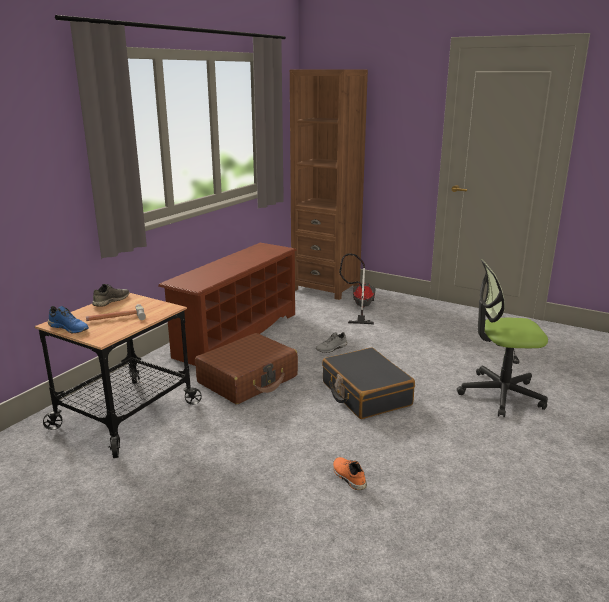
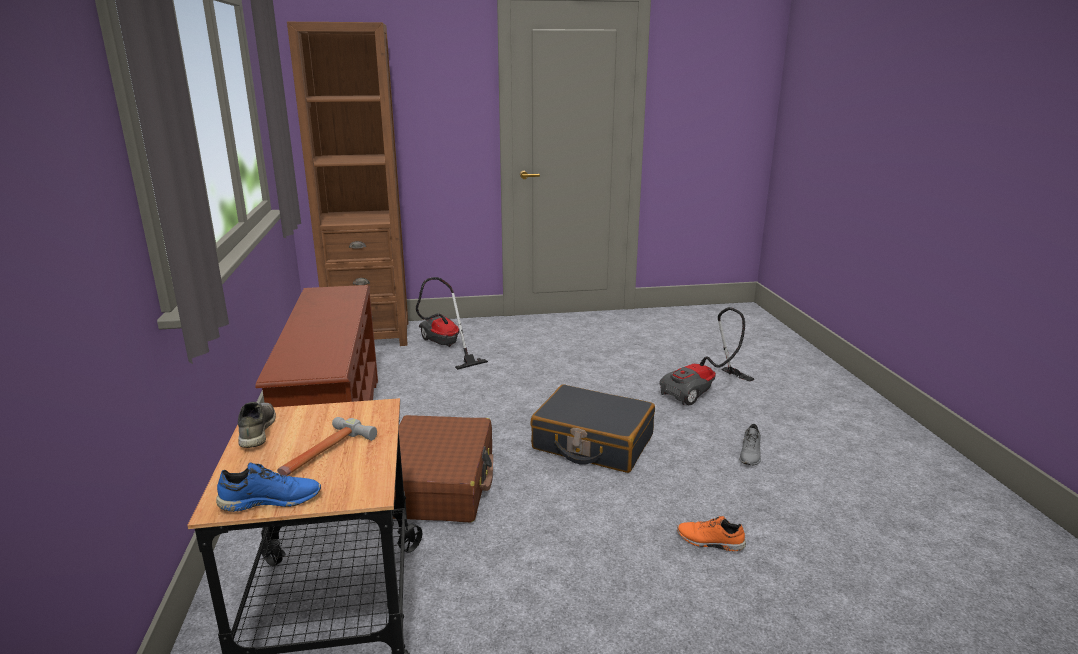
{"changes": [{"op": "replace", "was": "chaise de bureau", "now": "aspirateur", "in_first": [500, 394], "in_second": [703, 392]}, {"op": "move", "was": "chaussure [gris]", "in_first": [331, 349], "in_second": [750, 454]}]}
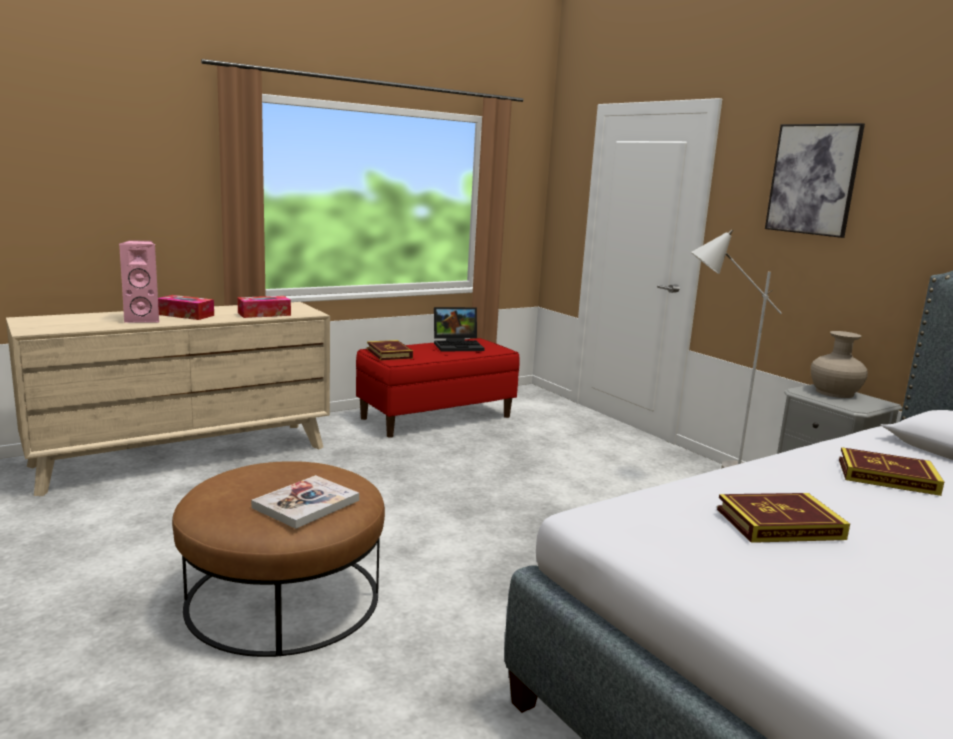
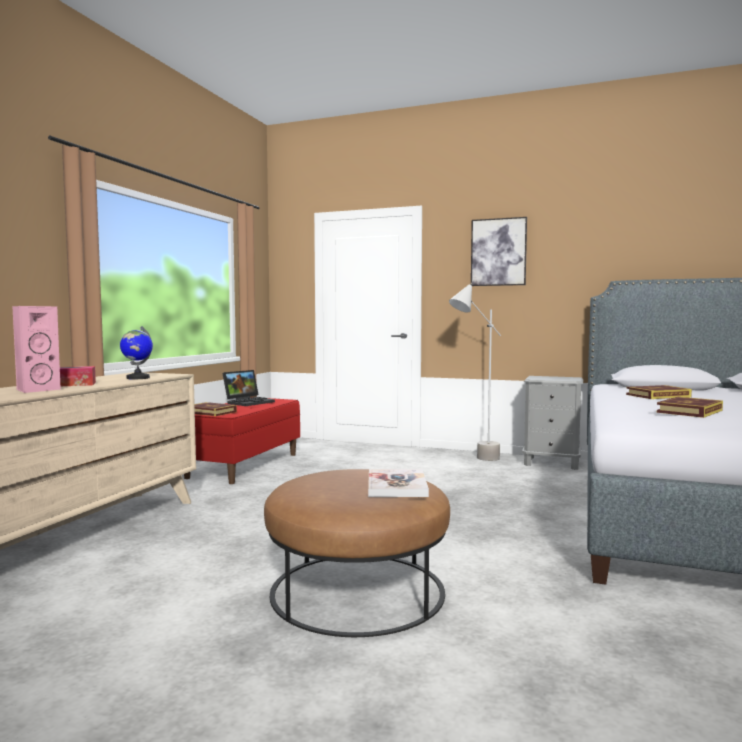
{"changes": [{"op": "replace", "was": "boîte à mouchoirs", "now": "globe", "in_first": [264, 314], "in_second": [137, 378]}, {"op": "delete", "was": "vase [beige]", "in_first": [834, 392]}]}
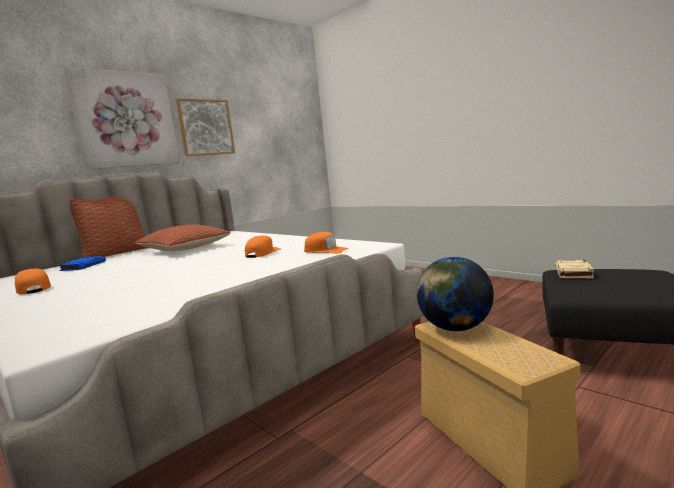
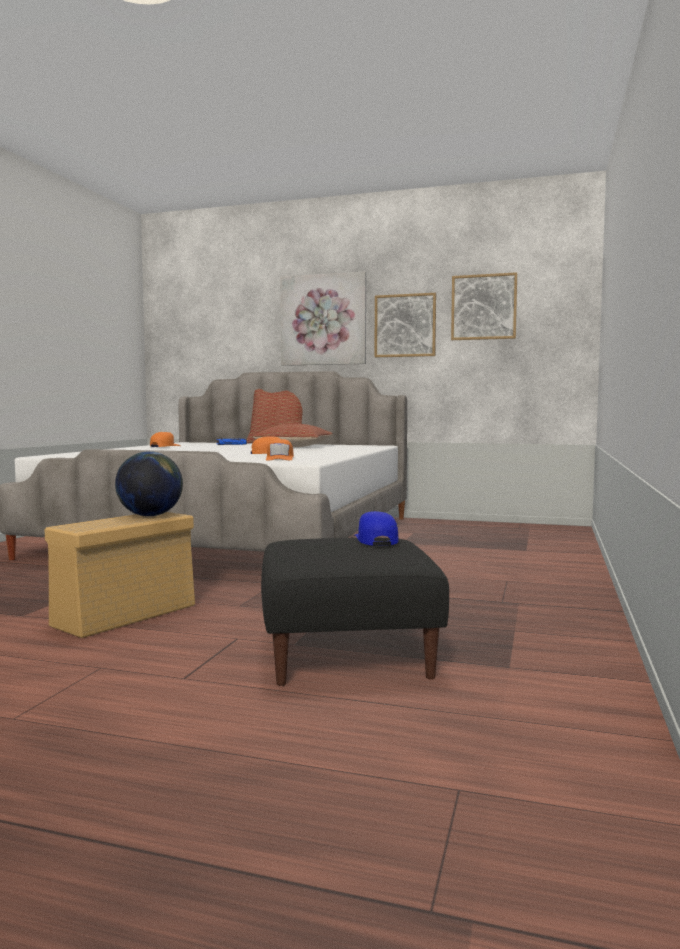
{"changes": [{"op": "replace", "was": "livre [beige]", "now": "casquette [bleu]", "in_first": [574, 273], "in_second": [375, 540]}, {"op": "insert", "now": "tableau", "in_second": [483, 307]}]}
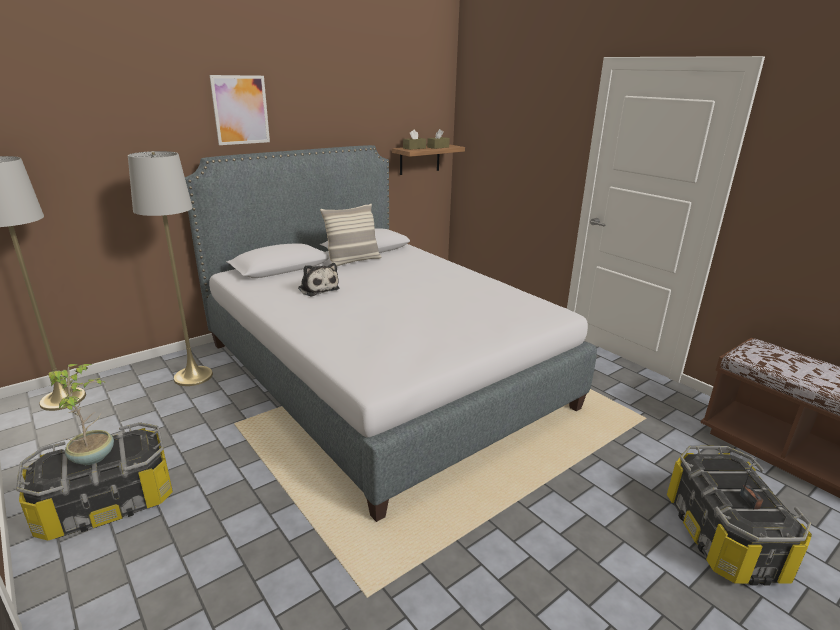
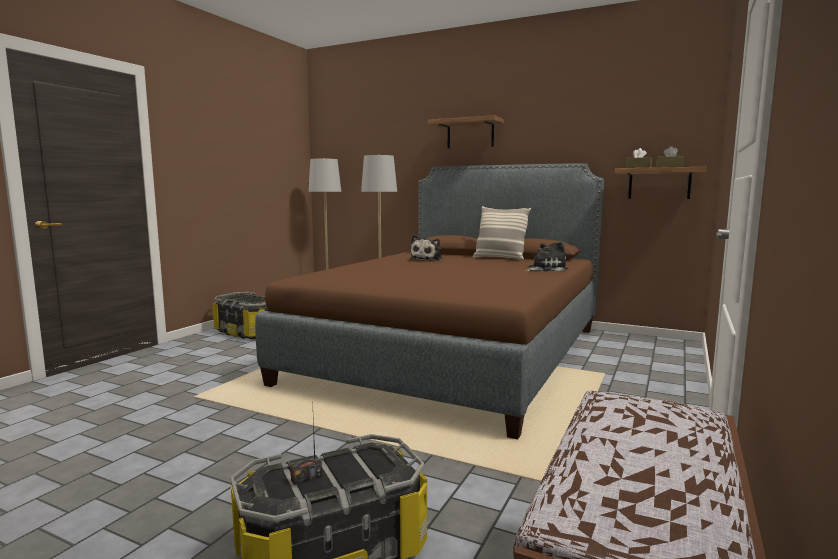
{"changes": [{"op": "recolor", "was": "lit [gris]", "now": "lit [marron]", "in_first": [380, 374], "in_second": [454, 354]}, {"op": "replace", "was": "tableau", "now": "étagère", "in_first": [240, 110], "in_second": [470, 134]}, {"op": "insert", "now": "peluche", "in_second": [545, 269]}, {"op": "delete", "was": "plante en pot", "in_first": [94, 456]}]}
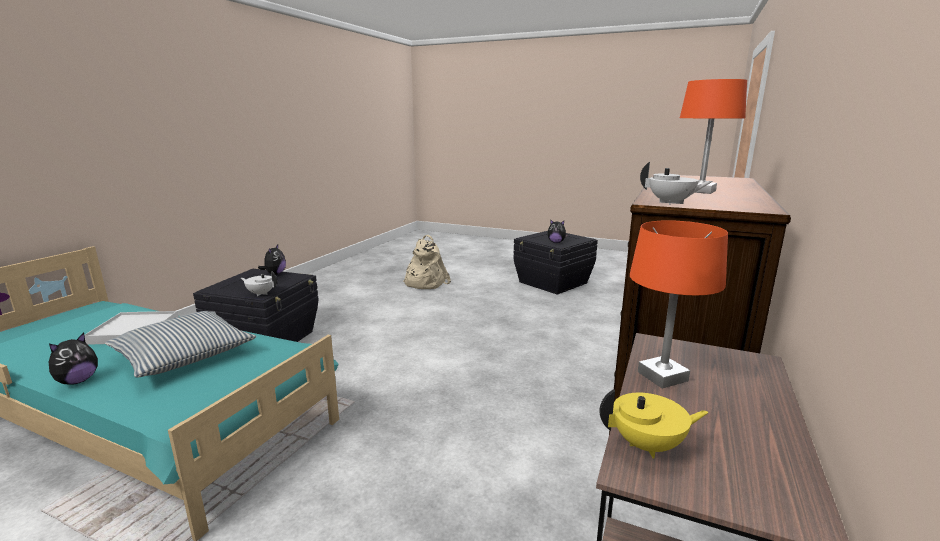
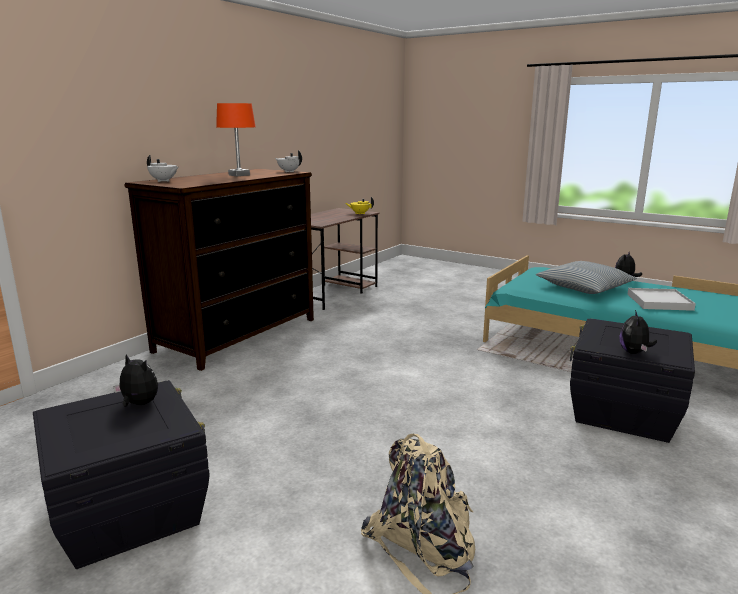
{"changes": [{"op": "move", "was": "théière [blanc]", "in_first": [261, 293], "in_second": [163, 181]}, {"op": "delete", "was": "lampe de table [orange]", "in_first": [663, 377]}]}
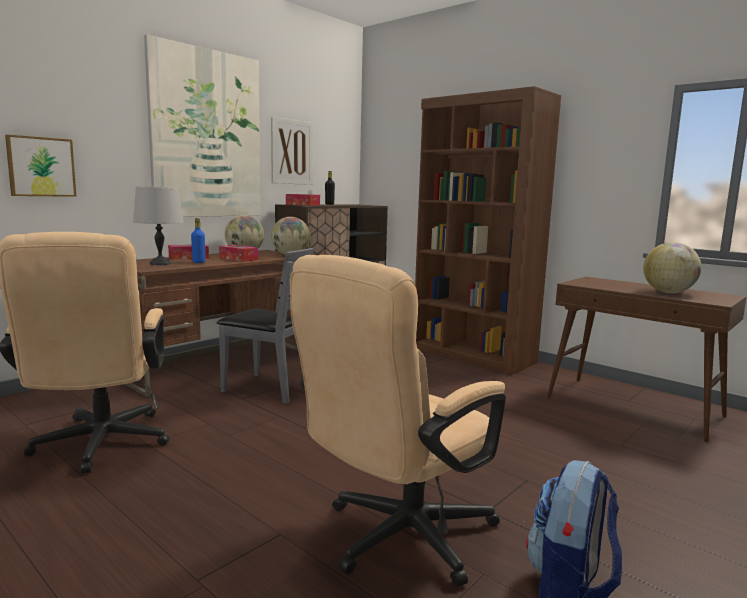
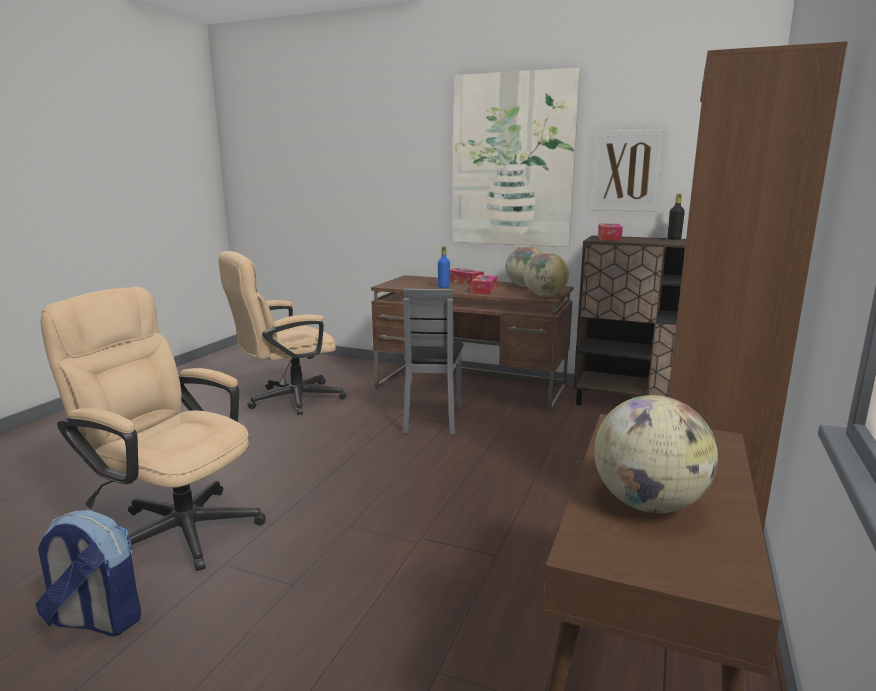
{"changes": [{"op": "delete", "was": "tableau", "in_first": [41, 167]}, {"op": "delete", "was": "lampe de table [gris]", "in_first": [160, 263]}]}
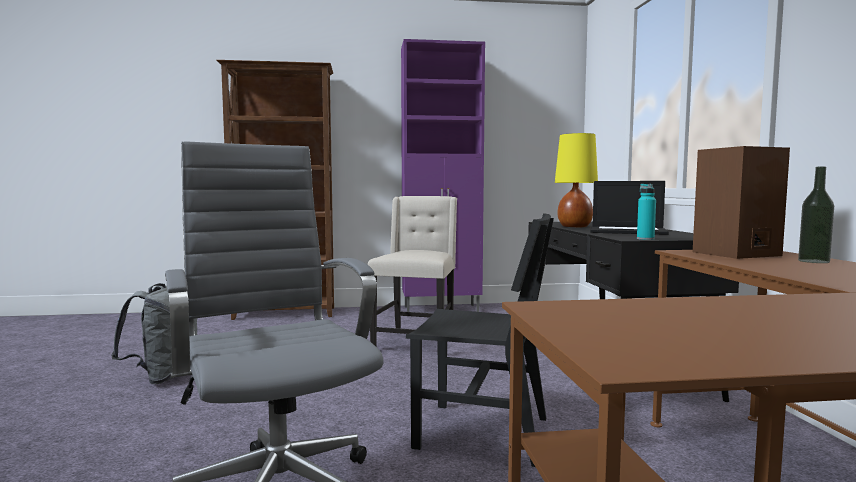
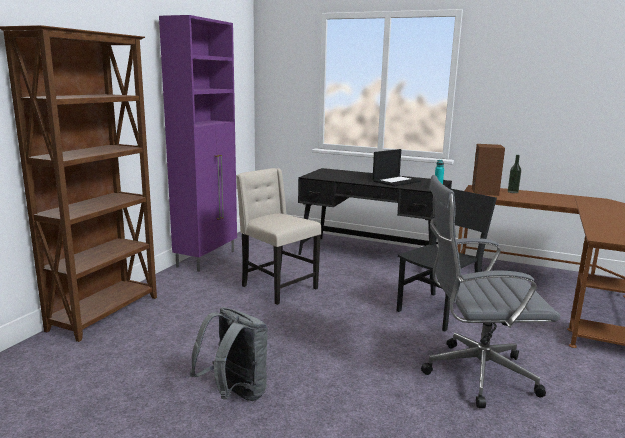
{"changes": [{"op": "delete", "was": "lampe de table [jaune]", "in_first": [574, 227]}]}
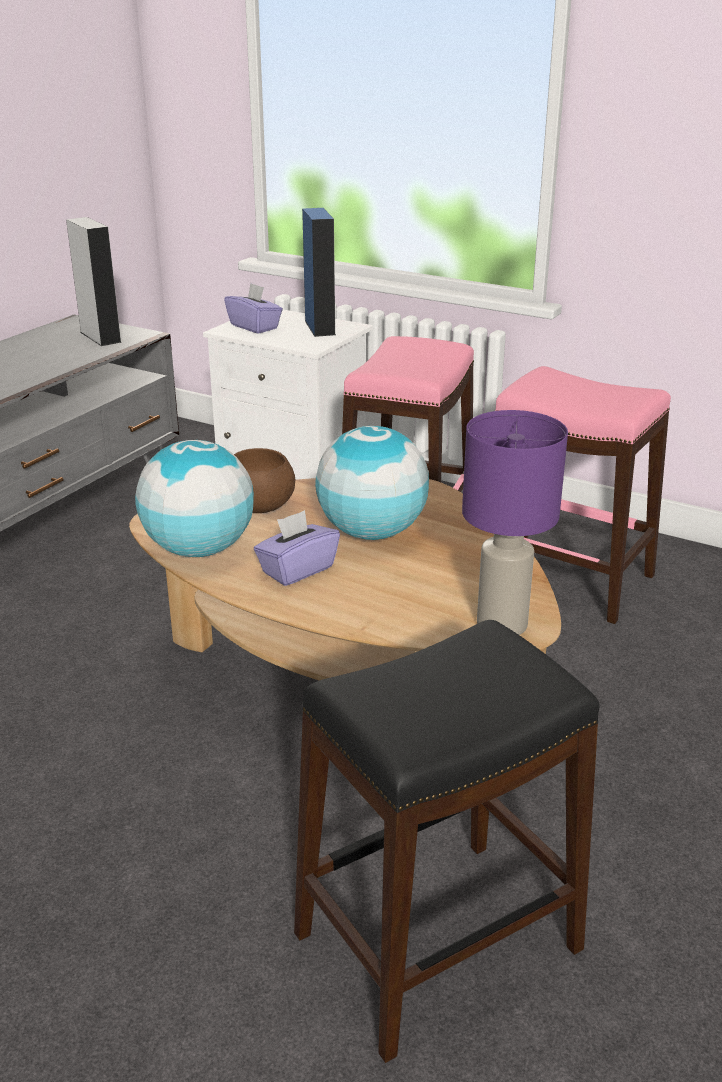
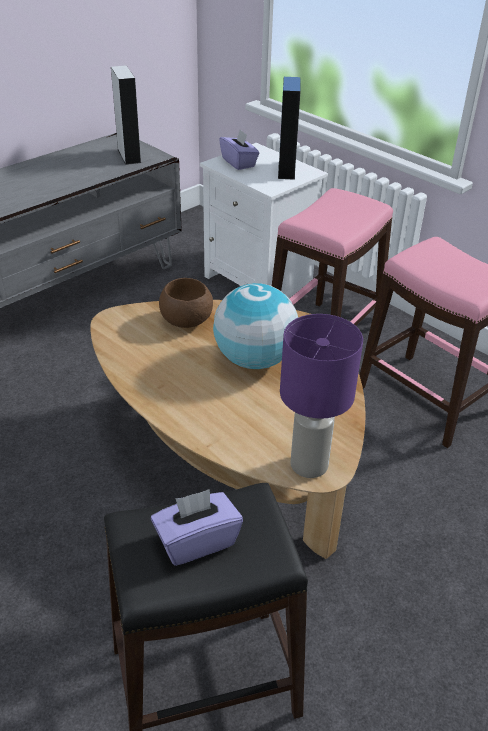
{"changes": [{"op": "move", "was": "boîte à mouchoirs [violet]", "in_first": [297, 570], "in_second": [196, 541]}, {"op": "delete", "was": "globe", "in_first": [199, 550]}]}
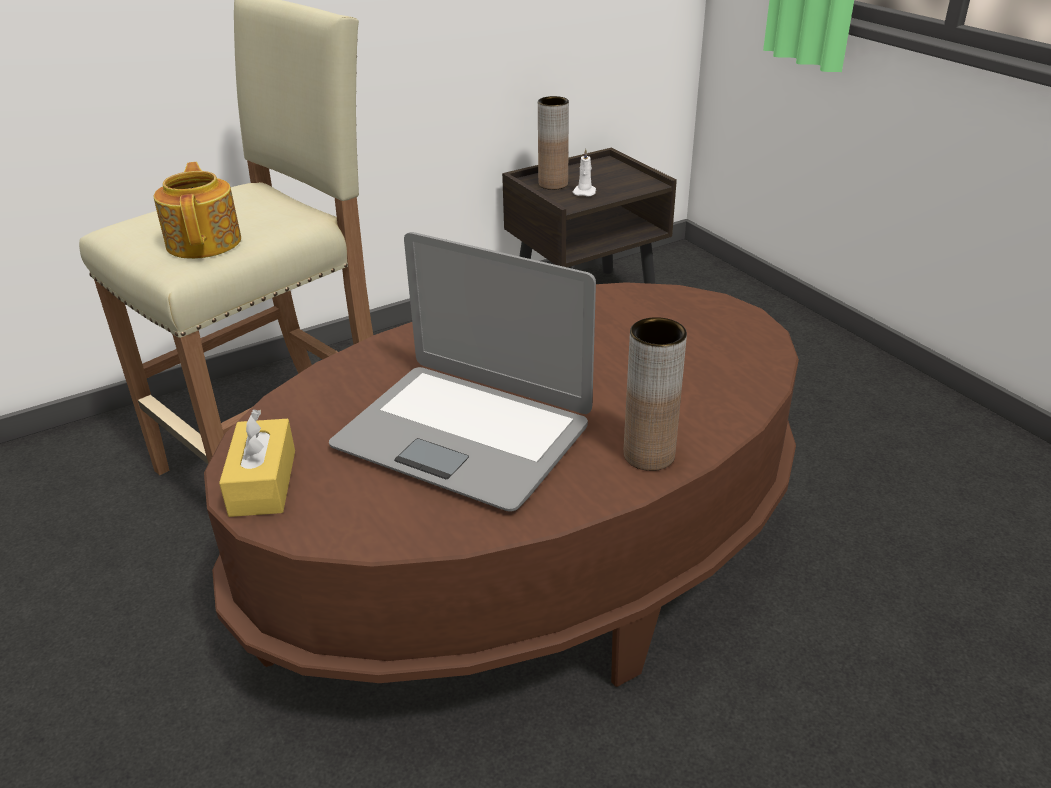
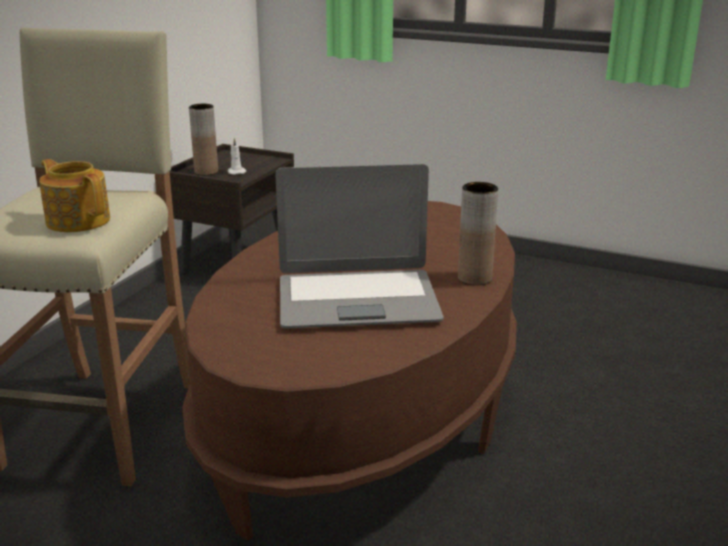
{"changes": [{"op": "delete", "was": "boîte à mouchoirs [jaune]", "in_first": [263, 482]}]}
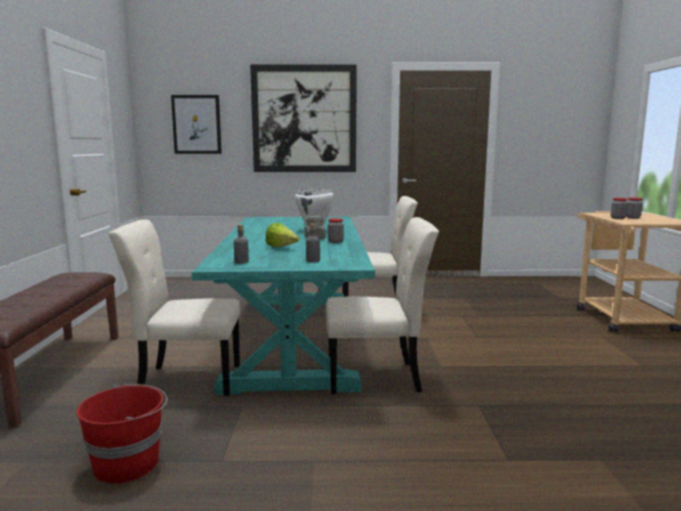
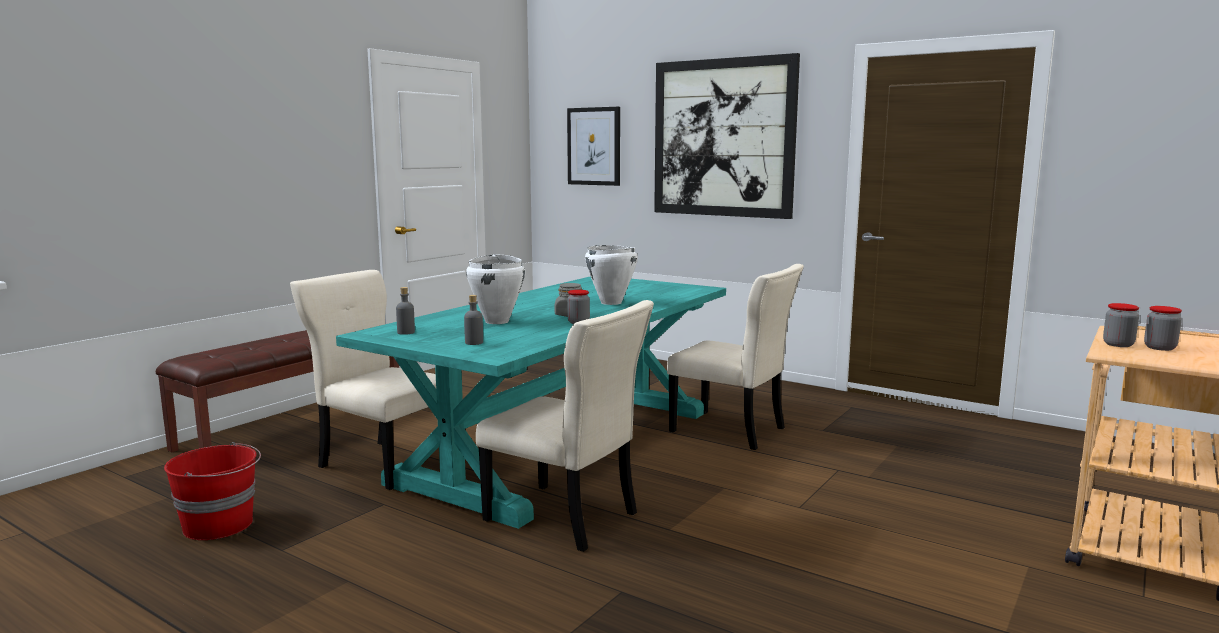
{"changes": [{"op": "replace", "was": "laitue", "now": "marmite [blanc]", "in_first": [282, 248], "in_second": [497, 321]}]}
